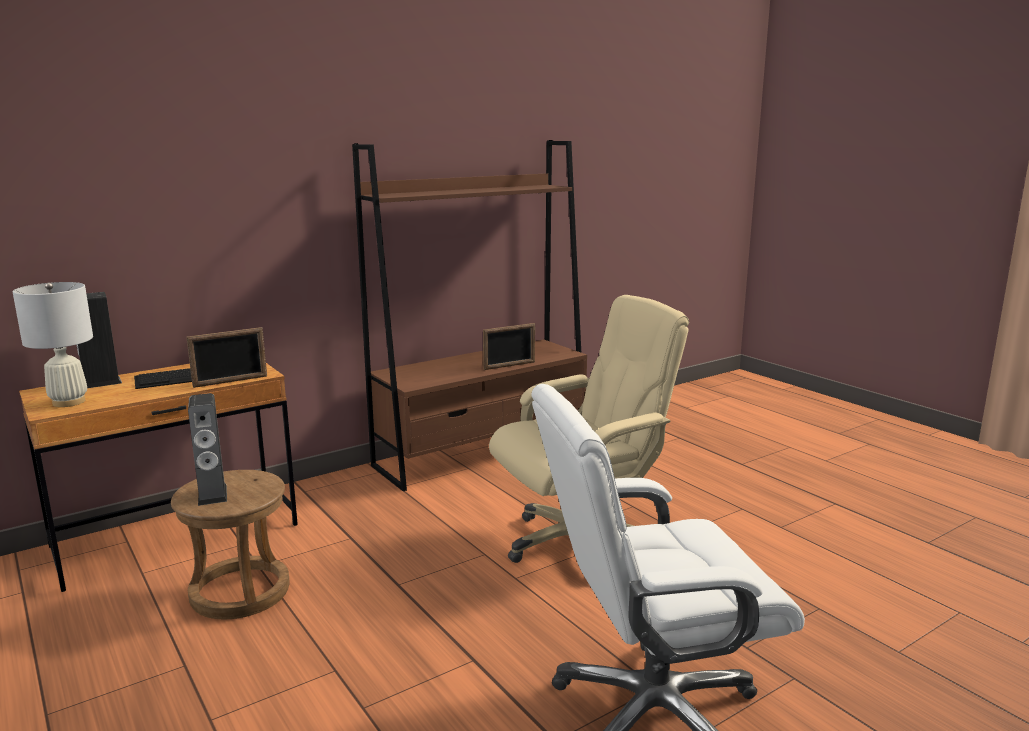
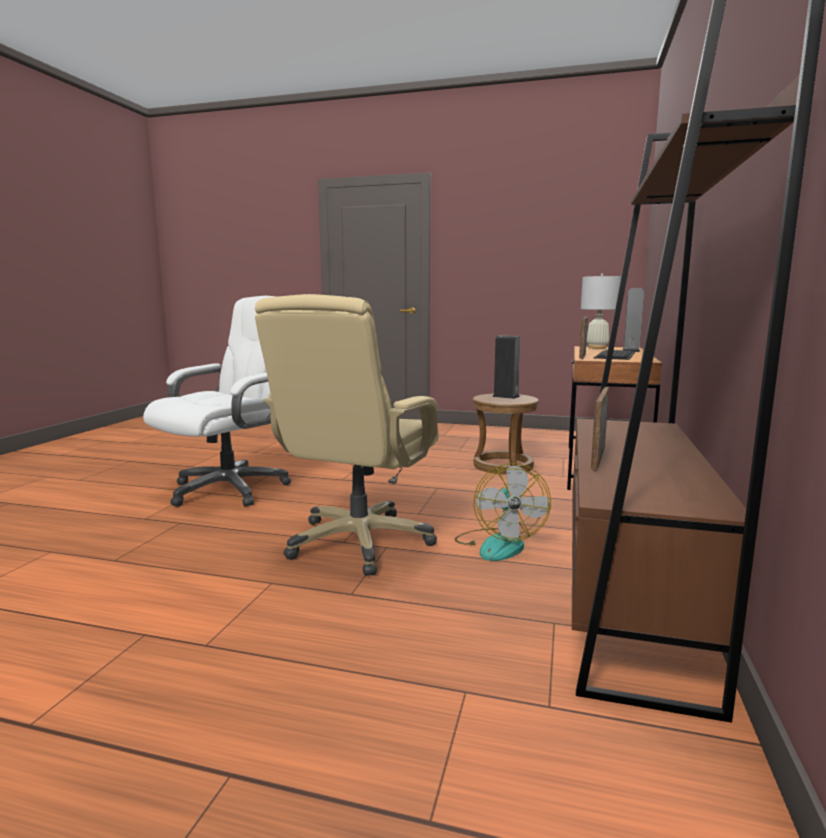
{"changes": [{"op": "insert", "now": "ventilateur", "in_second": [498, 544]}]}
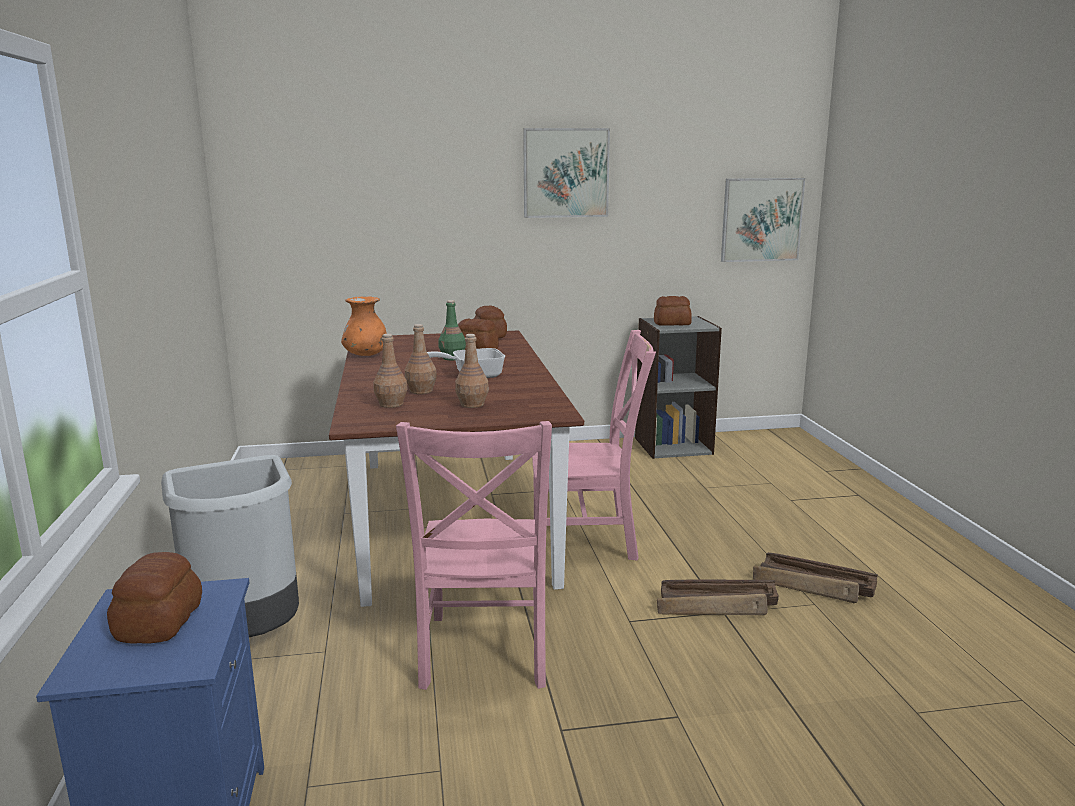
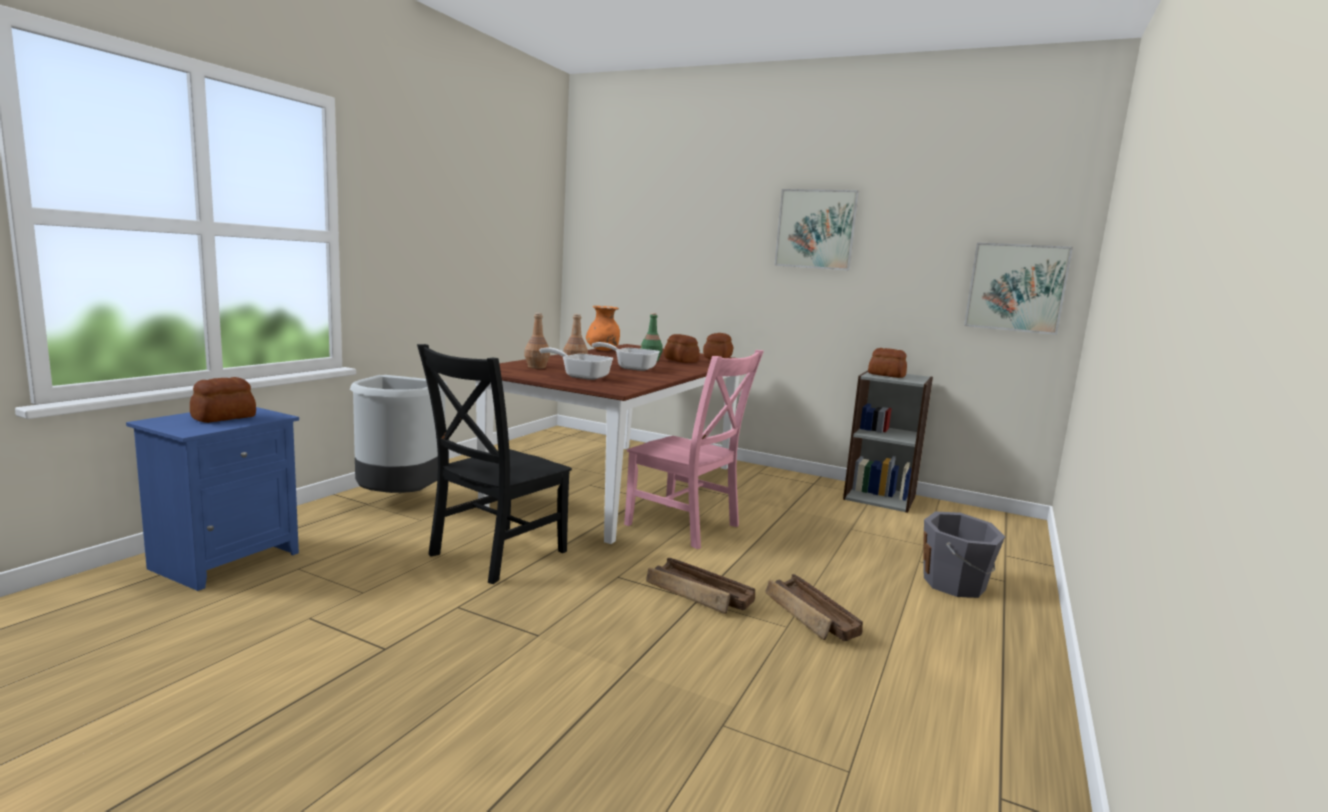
{"changes": [{"op": "recolor", "was": "chaise [rose]", "now": "chaise [noir]", "in_first": [484, 654], "in_second": [494, 554]}, {"op": "replace", "was": "bouteille [marron]", "now": "poêle", "in_first": [472, 404], "in_second": [581, 376]}, {"op": "insert", "now": "seau [gris]", "in_second": [955, 584]}]}
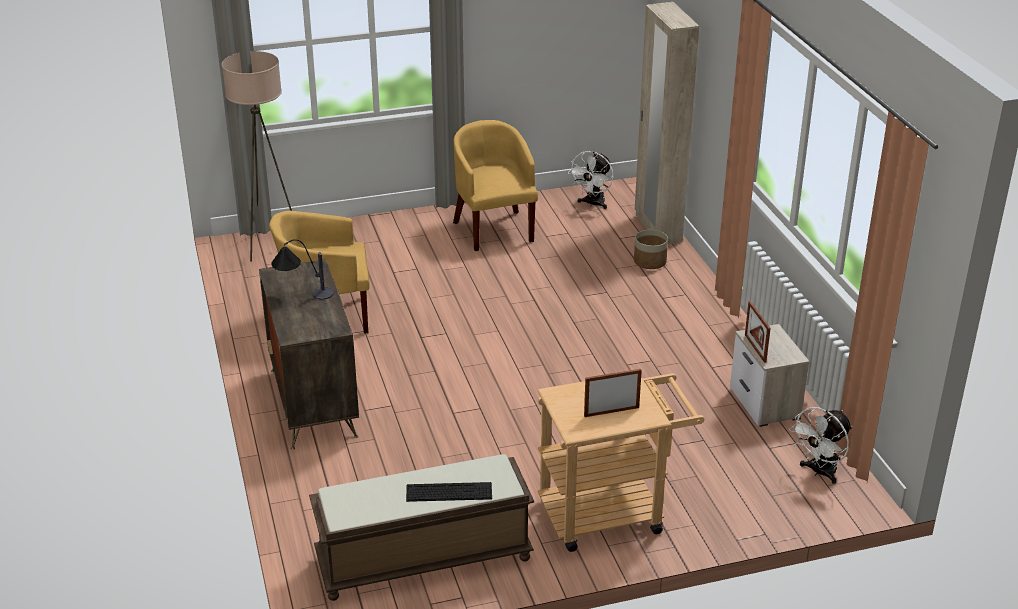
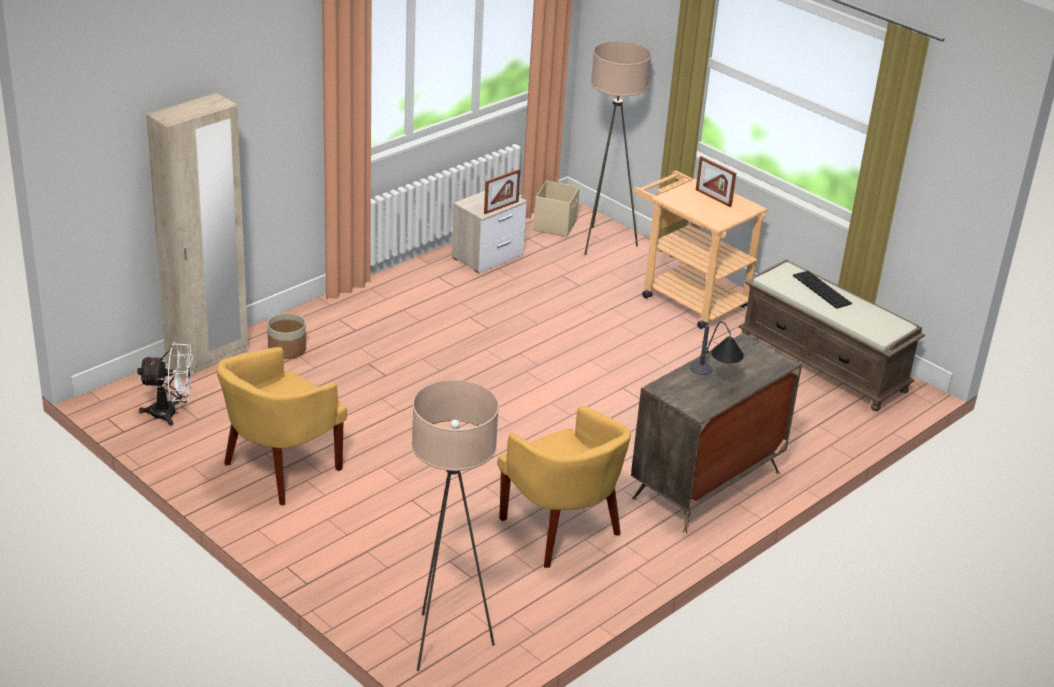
{"changes": [{"op": "replace", "was": "ventilateur [blanc]", "now": "boîte de rangement [beige]", "in_first": [819, 472], "in_second": [555, 225]}, {"op": "insert", "now": "lampadaire [beige]", "in_second": [604, 242]}]}
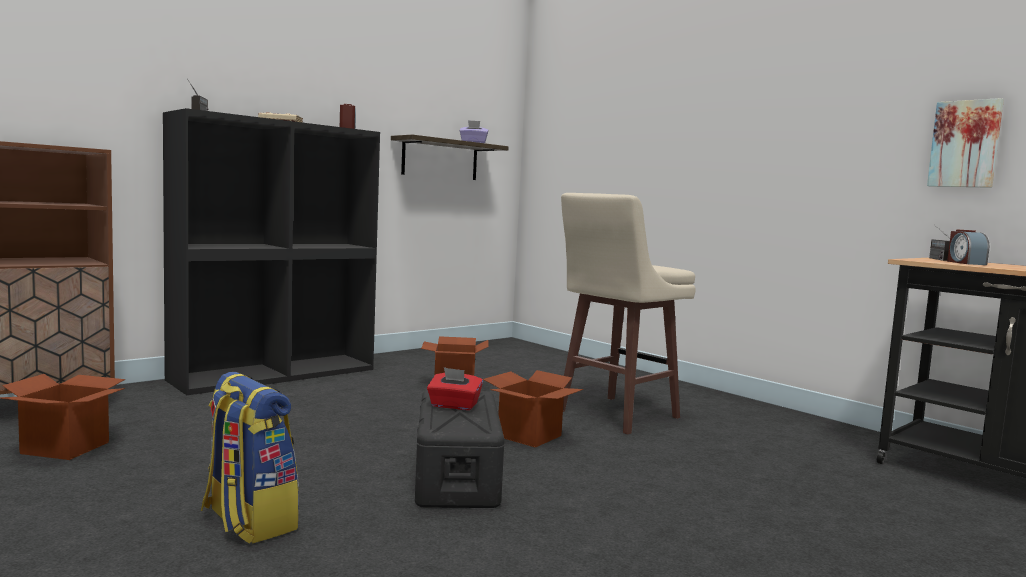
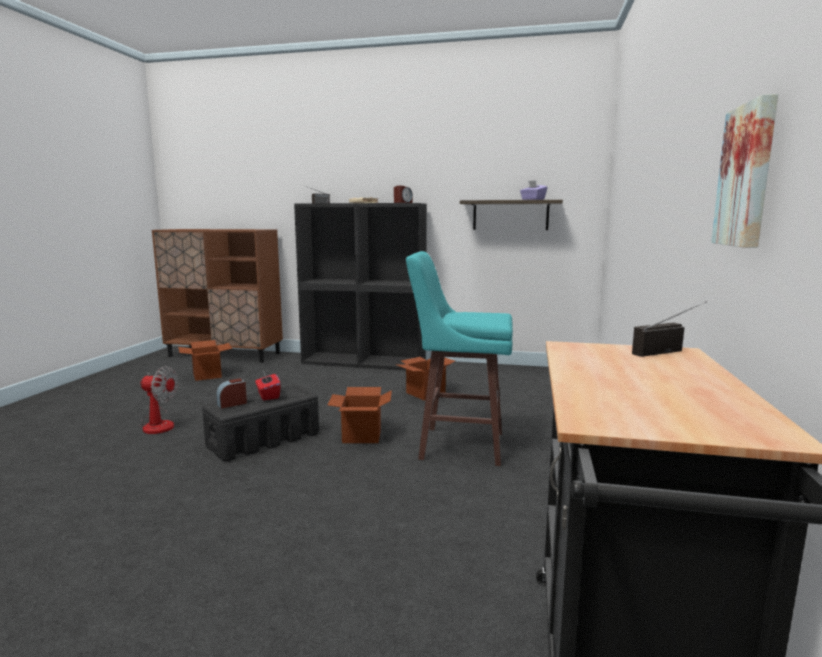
{"changes": [{"op": "replace", "was": "sac à dos", "now": "ventilateur", "in_first": [248, 521], "in_second": [158, 424]}, {"op": "move", "was": "réveil", "in_first": [965, 263], "in_second": [232, 403]}, {"op": "recolor", "was": "tabouret [beige]", "now": "tabouret [turquoise]", "in_first": [615, 415], "in_second": [458, 445]}]}
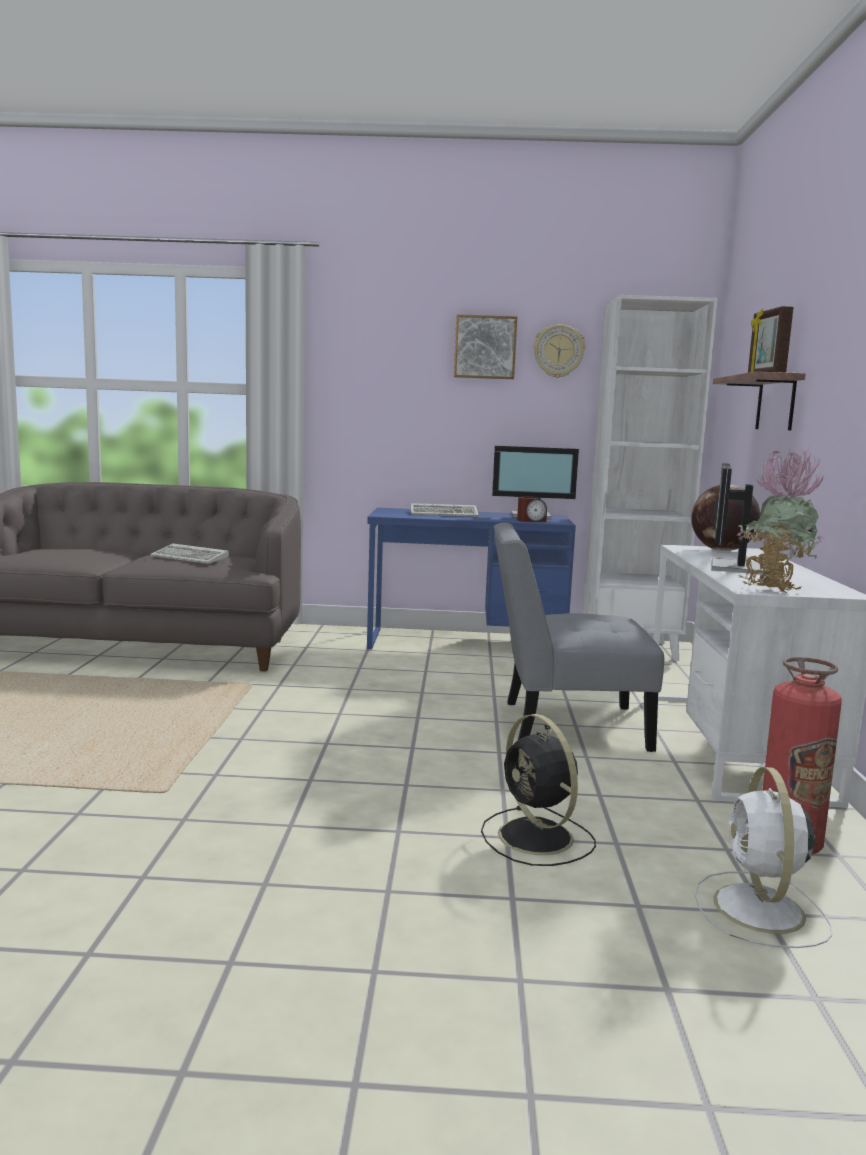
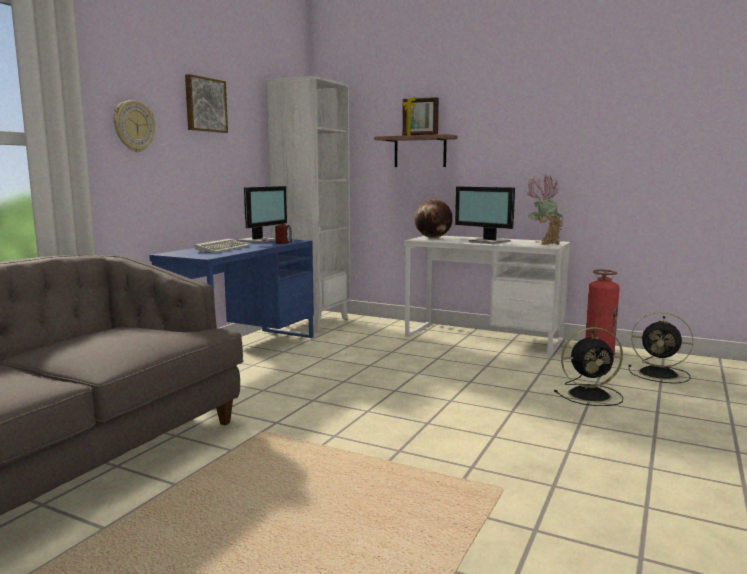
{"changes": [{"op": "move", "was": "horloge murale", "in_first": [558, 351], "in_second": [133, 126]}, {"op": "recolor", "was": "ventilateur [blanc]", "now": "ventilateur [noir]", "in_first": [759, 911], "in_second": [660, 374]}, {"op": "delete", "was": "clavier", "in_first": [191, 558]}, {"op": "delete", "was": "chaise [gris]", "in_first": [564, 725]}]}
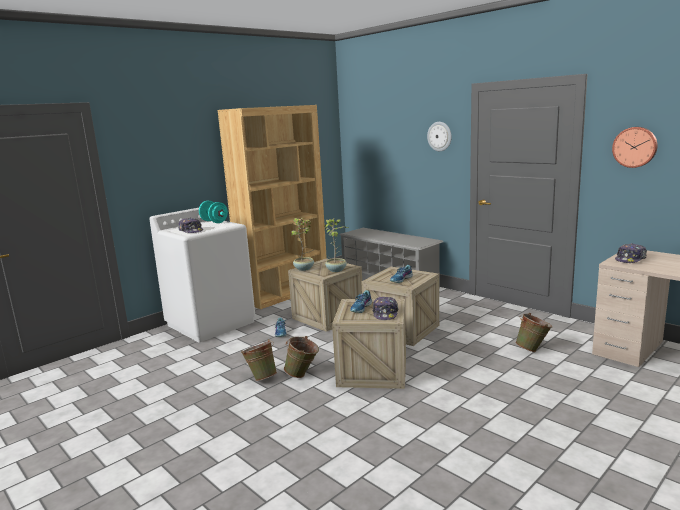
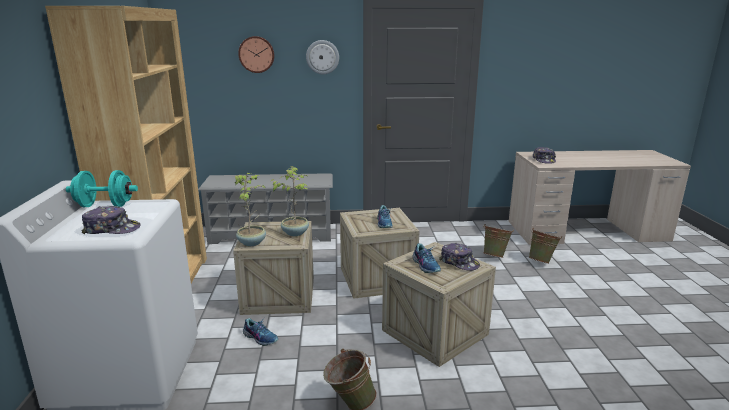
{"changes": [{"op": "move", "was": "horloge murale", "in_first": [635, 147], "in_second": [256, 54]}, {"op": "move", "was": "seau [vert]", "in_first": [303, 375], "in_second": [542, 261]}]}
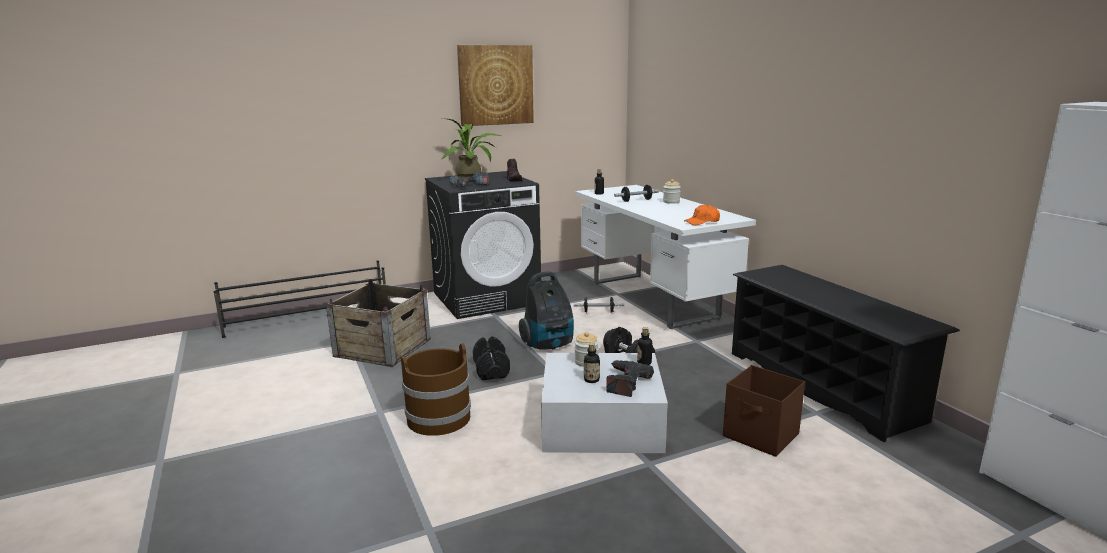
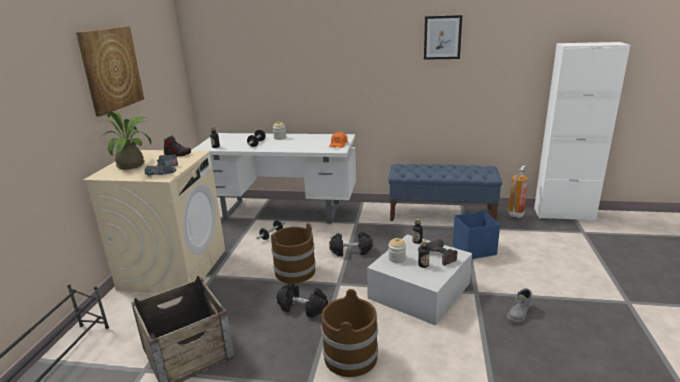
{"changes": [{"op": "recolor", "was": "lave-linge [noir]", "now": "lave-linge [beige]", "in_first": [487, 298], "in_second": [174, 268]}, {"op": "replace", "was": "aspirateur", "now": "seau [marron]", "in_first": [549, 345], "in_second": [295, 271]}, {"op": "replace", "was": "étagère à chaussures [noir]", "now": "banc [bleu]", "in_first": [822, 385], "in_second": [441, 214]}, {"op": "insert", "now": "tableau", "in_second": [442, 37]}, {"op": "recolor", "was": "boîte de rangement [marron]", "now": "boîte de rangement [bleu]", "in_first": [761, 436], "in_second": [475, 250]}, {"op": "insert", "now": "botte [gris]", "in_second": [519, 314]}, {"op": "insert", "now": "extincteur", "in_second": [515, 215]}]}
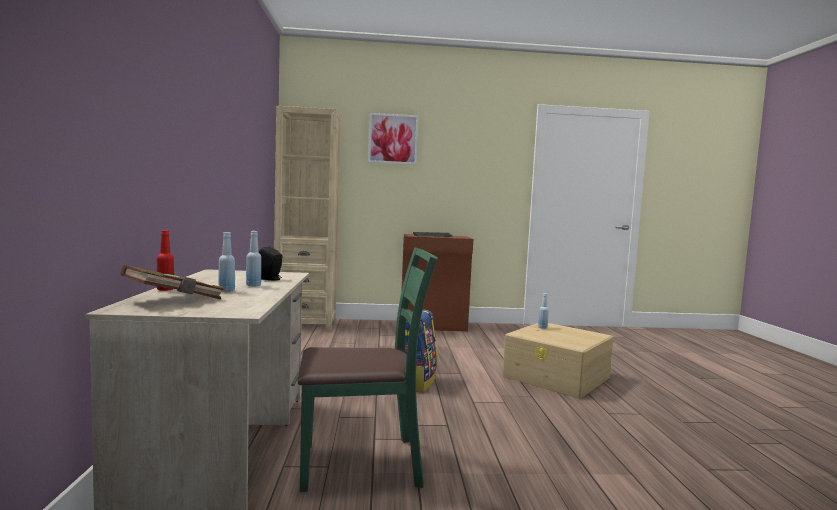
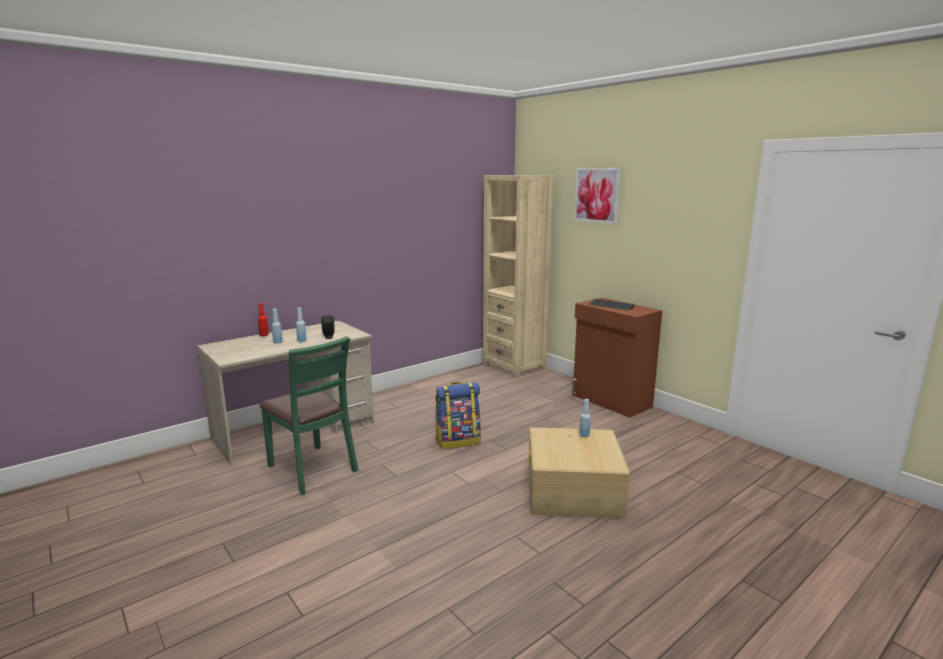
{"changes": [{"op": "delete", "was": "livre [marron]", "in_first": [174, 300]}]}
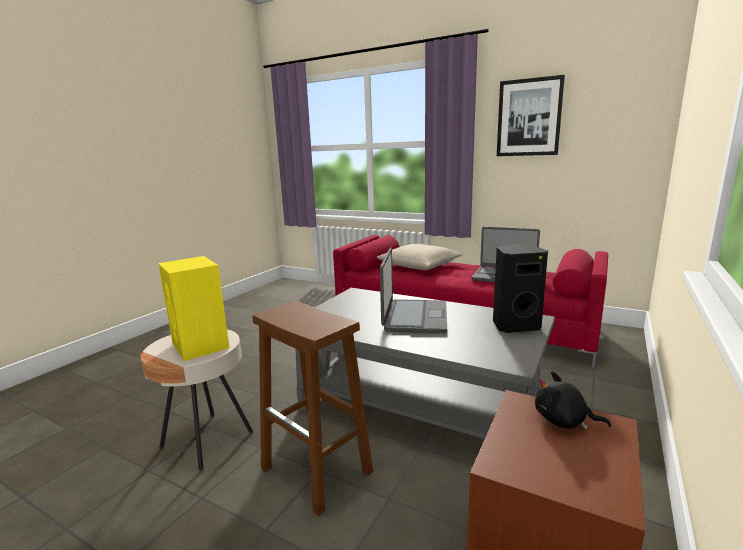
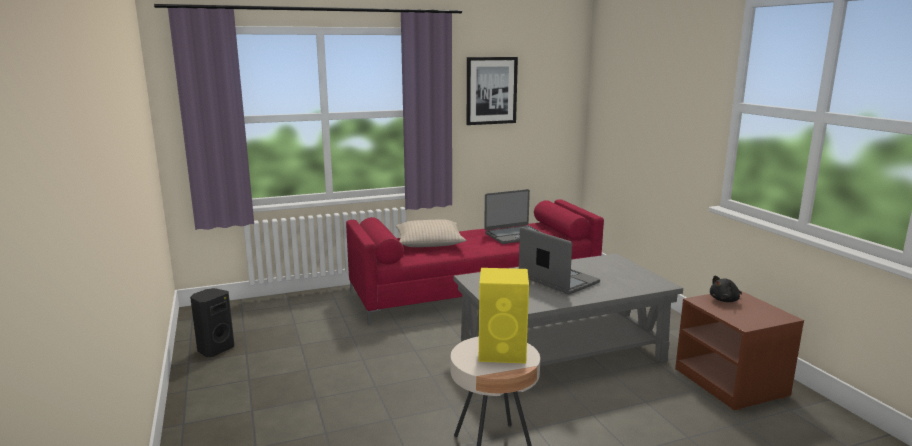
{"changes": [{"op": "move", "was": "enceinte [noir]", "in_first": [514, 326], "in_second": [215, 349]}, {"op": "delete", "was": "tabouret [marron]", "in_first": [318, 471]}]}
